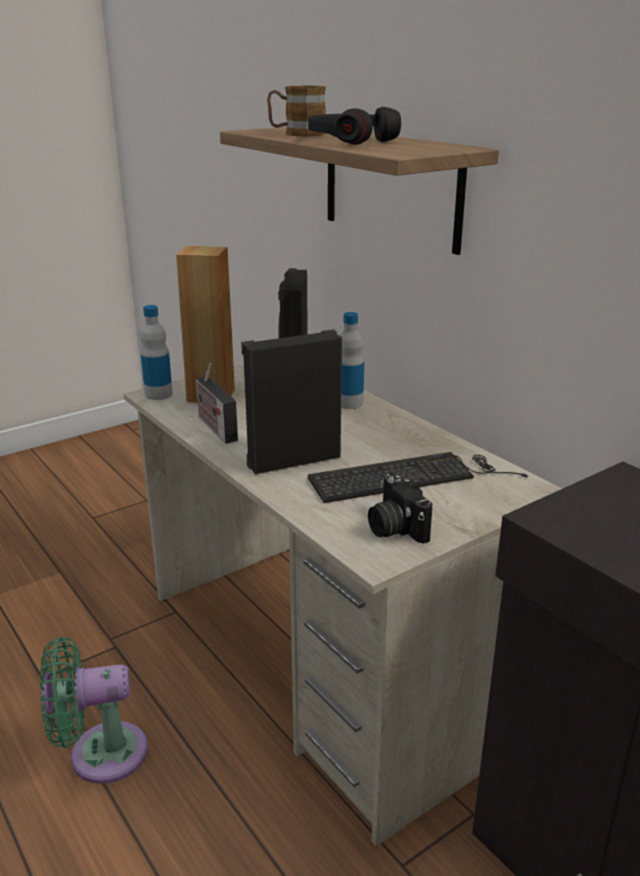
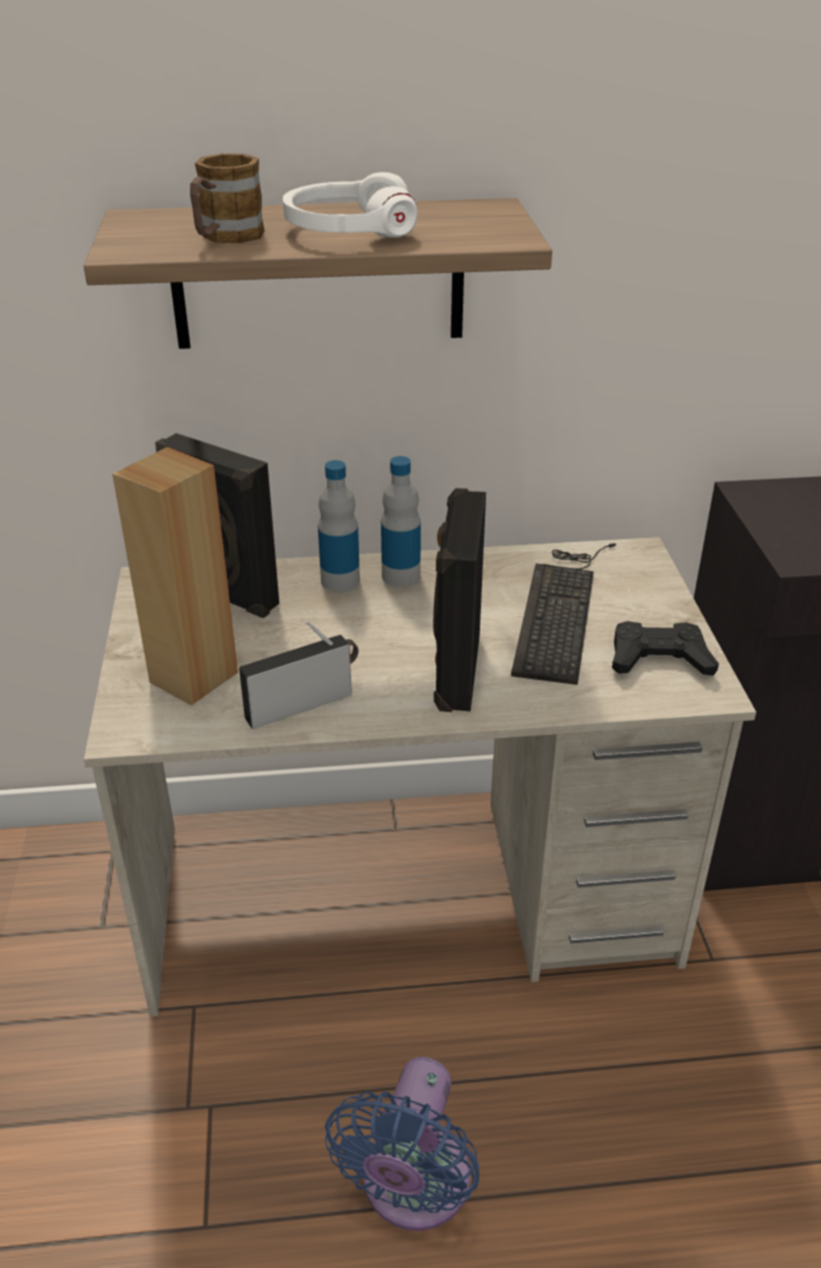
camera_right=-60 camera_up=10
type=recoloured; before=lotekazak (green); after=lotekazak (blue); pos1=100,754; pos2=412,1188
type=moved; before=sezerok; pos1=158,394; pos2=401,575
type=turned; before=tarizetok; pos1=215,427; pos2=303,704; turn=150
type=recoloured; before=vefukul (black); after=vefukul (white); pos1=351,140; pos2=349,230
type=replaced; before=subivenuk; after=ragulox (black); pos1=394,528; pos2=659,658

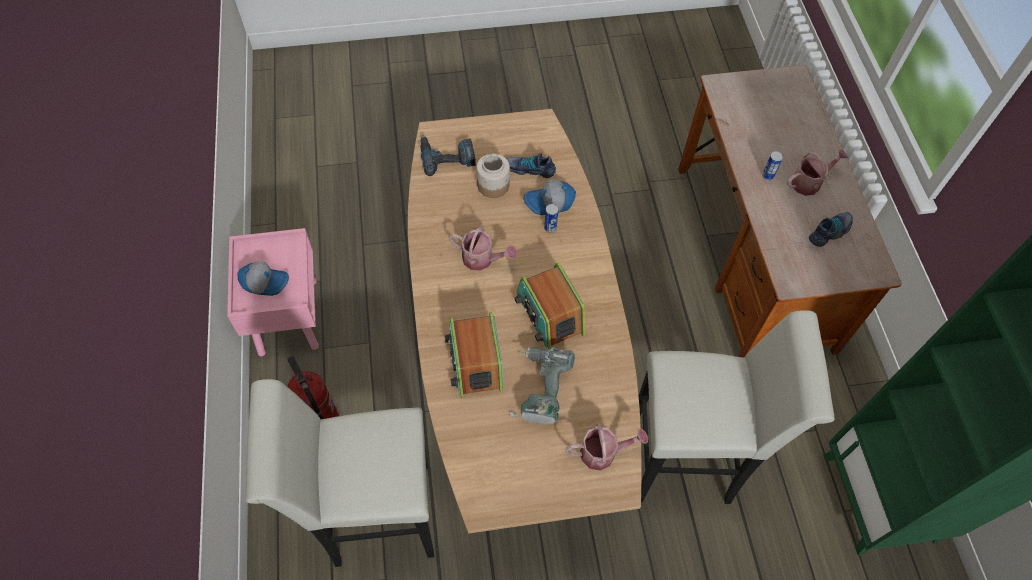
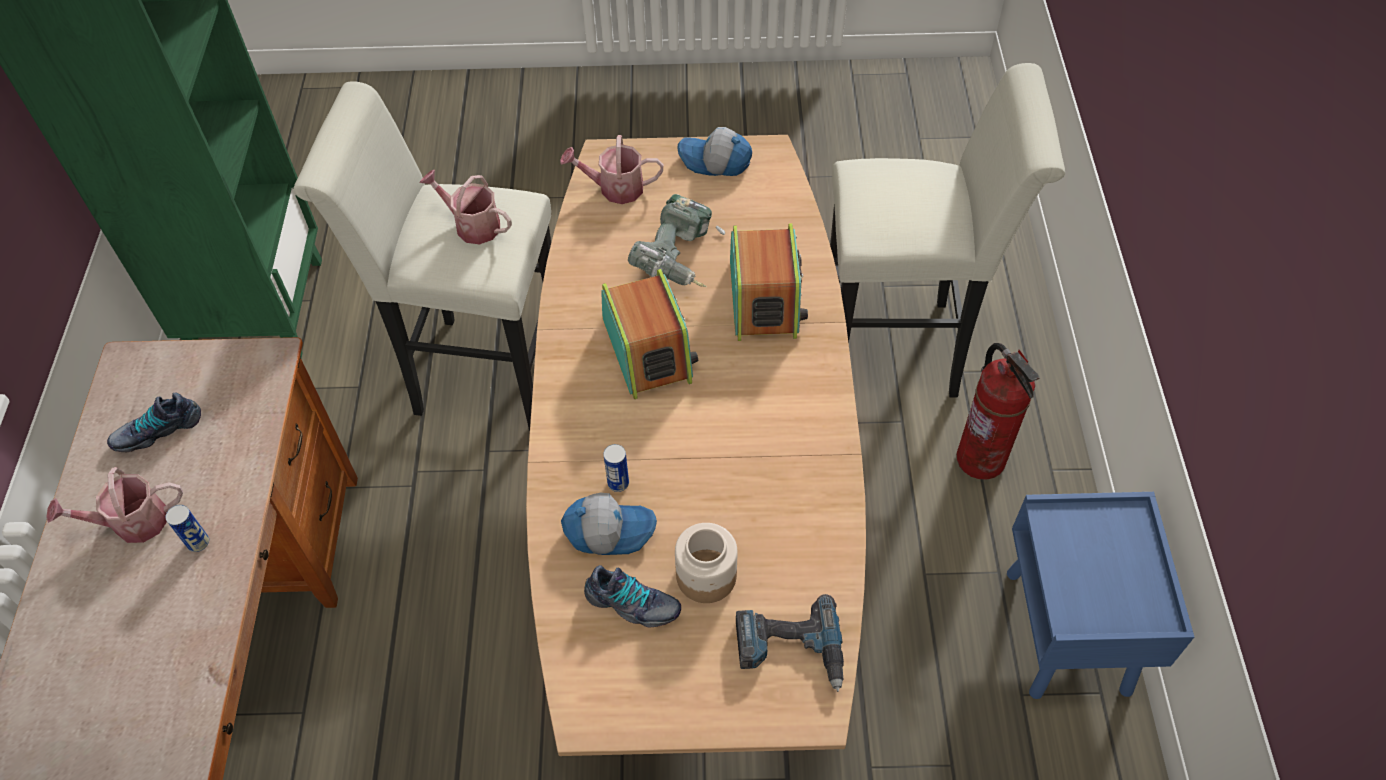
camera_right=-170 camera_up=-5
type=recoloured; before=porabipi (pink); after=porabipi (blue); pos1=287,316; pos2=1068,633
type=moved; before=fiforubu; pos1=265,282; pos2=715,162
type=moved; before=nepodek; pos1=482,259; pos2=472,225

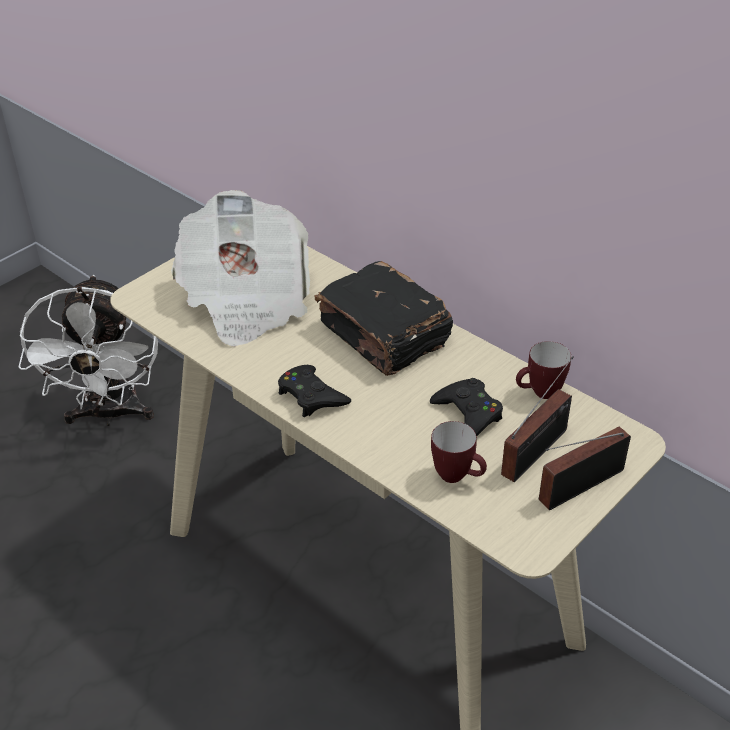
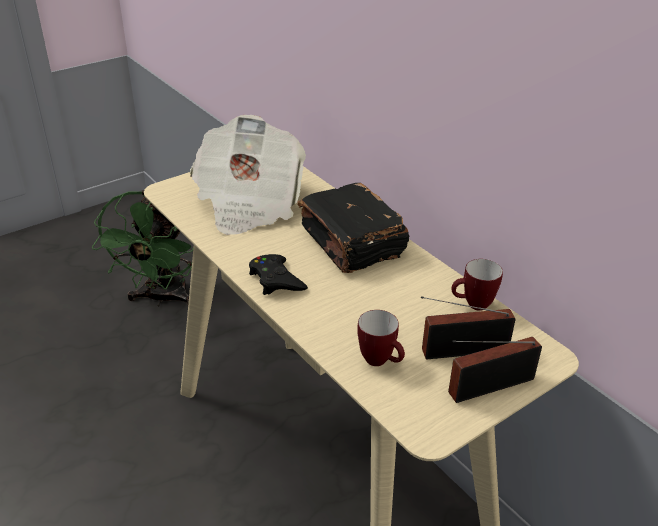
camera_right=10 camera_up=-5
type=recoloured; before=lotekazak (white); after=lotekazak (green); pos1=110,414; pos2=162,298
type=removed; before=ragulox (black); pos1=468,414
type=turned; before=tarizetok; pos1=538,449; pos2=459,350; turn=-150

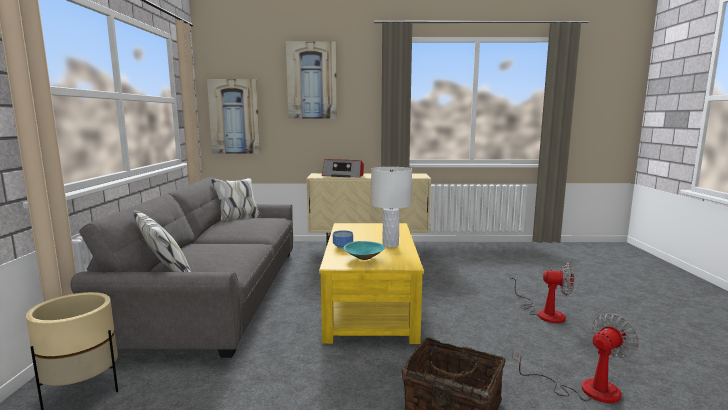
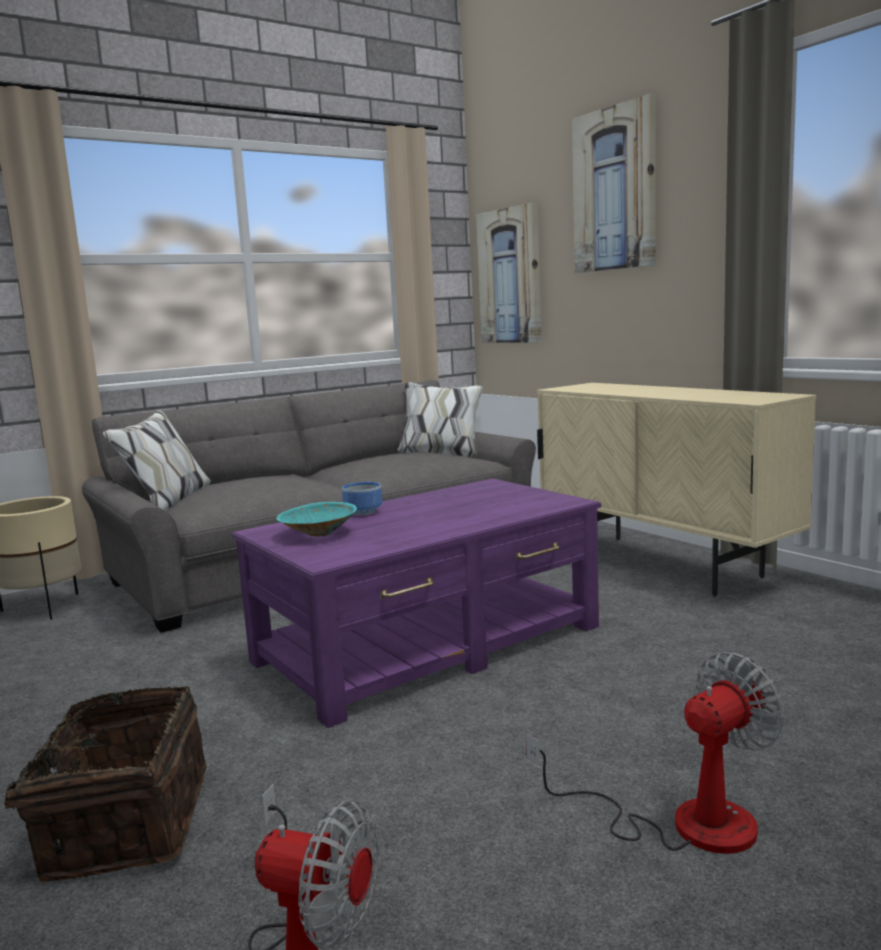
camera_right=55 camera_up=0
type=recoloured; before=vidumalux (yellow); after=vidumalux (purple); pos1=371,304; pos2=430,644
type=removed; before=tarizetok; pos1=343,175
type=removed; before=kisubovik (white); pos1=391,245
type=turned; before=lotekazak; pos1=544,313; pos2=683,822; turn=-105

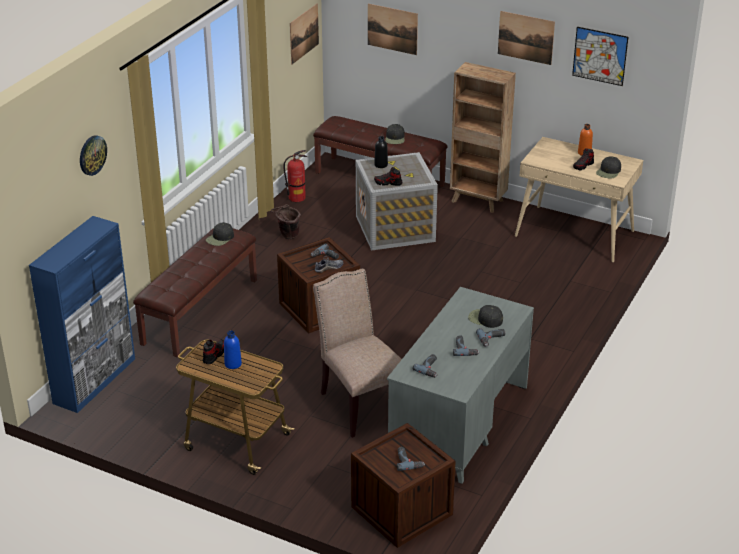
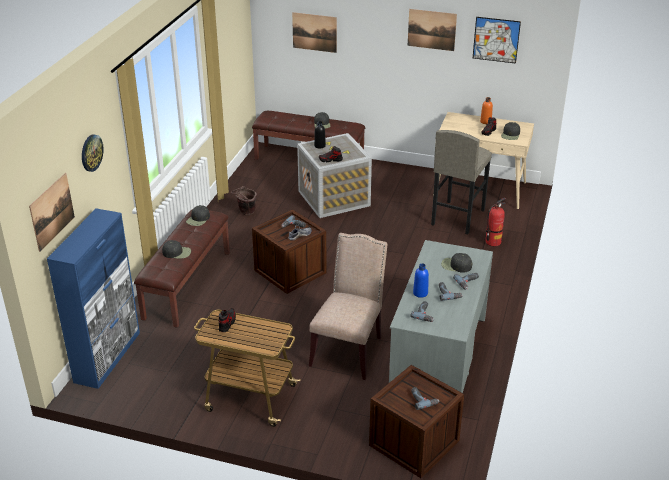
camera_right=-10 camera_up=0
type=moved; before=sezerok (blue); pos1=233,364; pos2=420,293
type=moved; before=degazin; pos1=297,198; pos2=493,242
type=moved; before=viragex; pos1=304,33; pos2=52,211
type=turned; before=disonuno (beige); pos1=360,402; pos2=349,349; turn=60
type=removed; before=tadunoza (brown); pos1=478,201
type=added; after=fiforubu (black); pos2=177,252
type=added; after=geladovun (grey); pos2=457,217

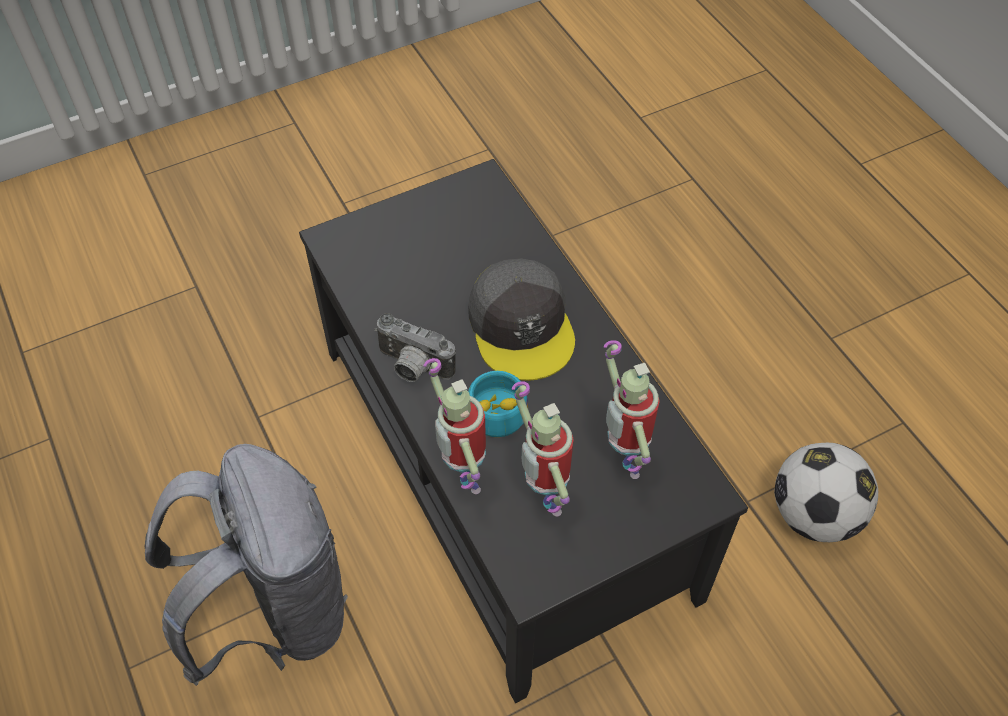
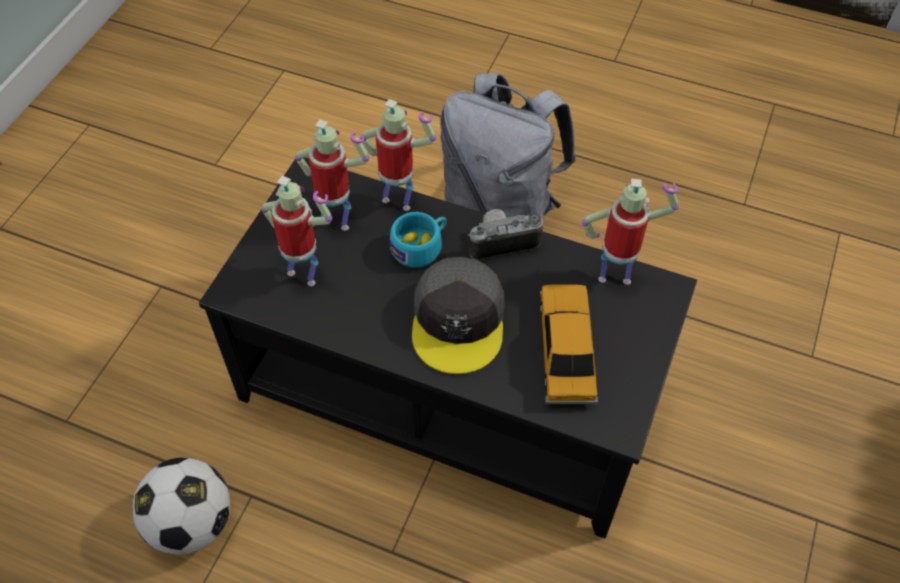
camera_right=140 camera_up=0
type=turned; before=fiforubu (grey); pos1=522,326; pos2=459,321; turn=-120
type=added; after=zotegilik; pos2=566,351
type=added; after=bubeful; pos2=615,276

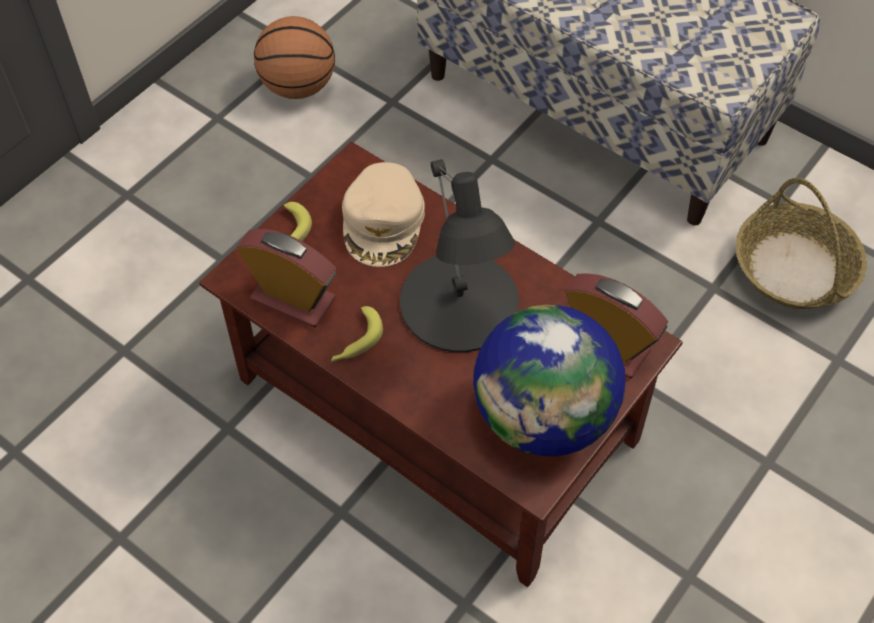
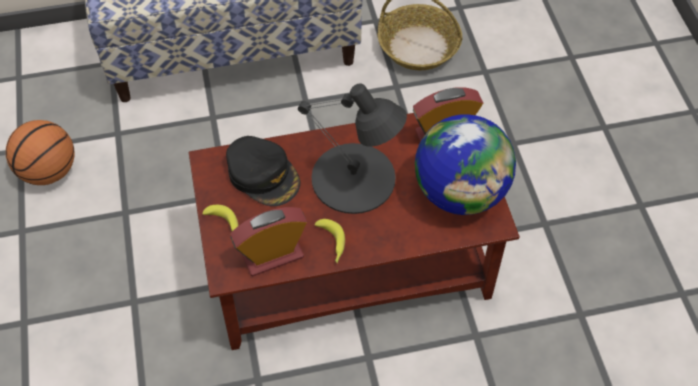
camera_right=-50 camera_up=0
type=recoloured; before=fiforubu (beige); after=fiforubu (black); pos1=383,221; pos2=263,175

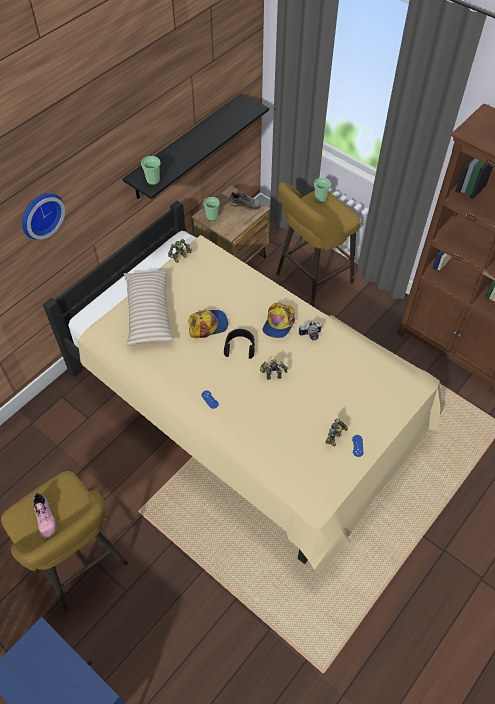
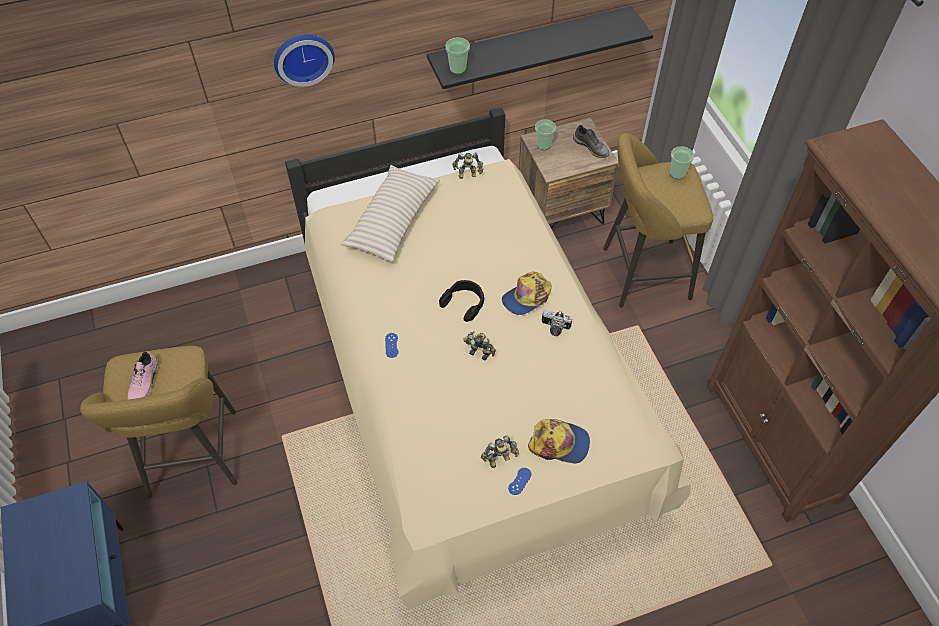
camera_right=30 camera_up=0
type=moved; before=fiforubu; pos1=208,325; pos2=559,443

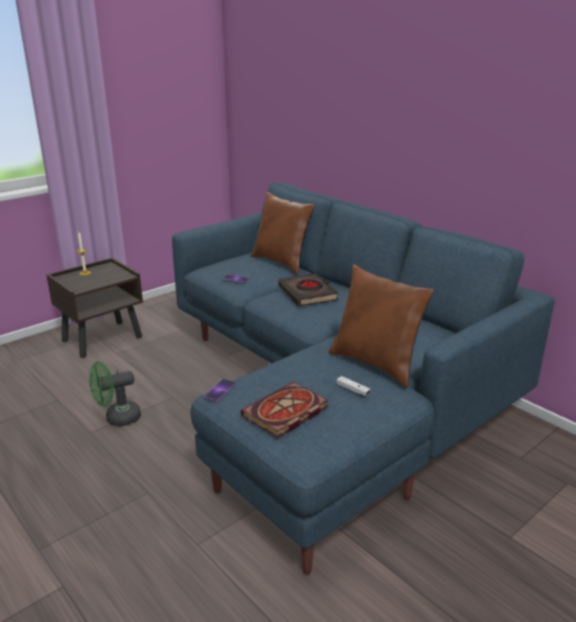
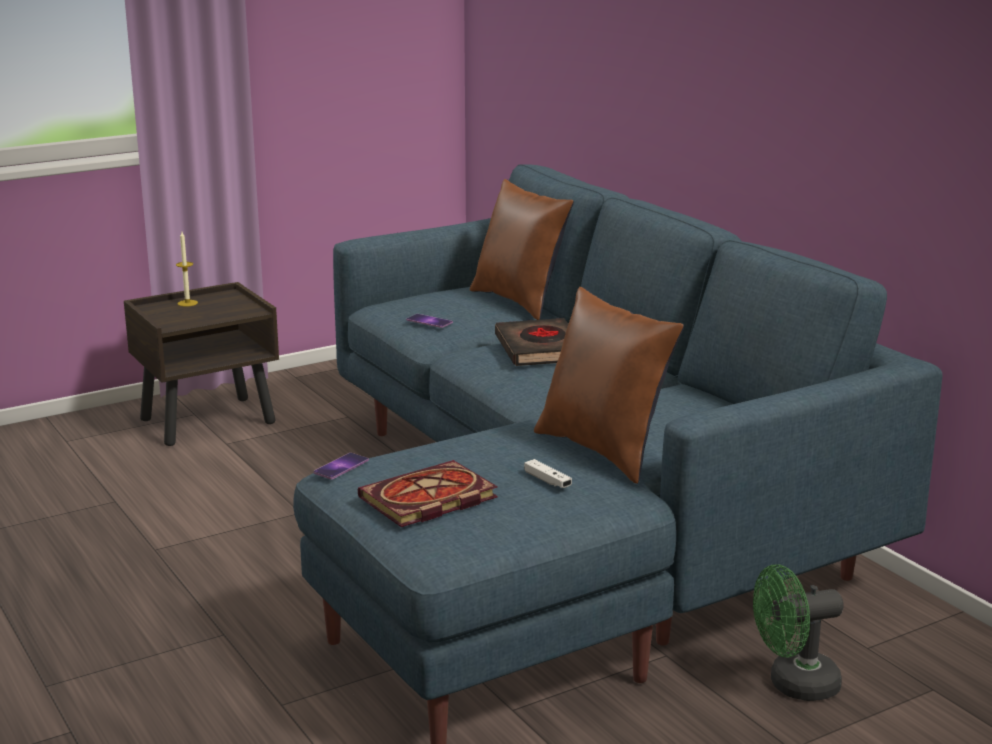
camera_right=10 camera_up=-5
type=moved; before=lotekazak (green); pos1=117,418; pos2=793,685

